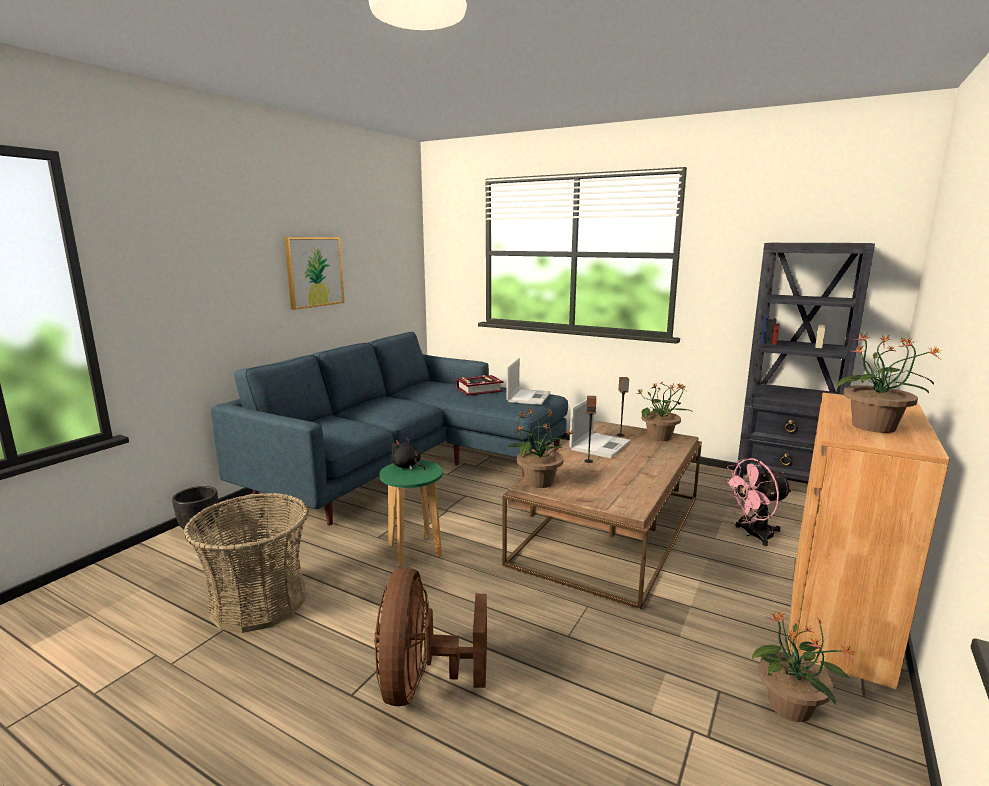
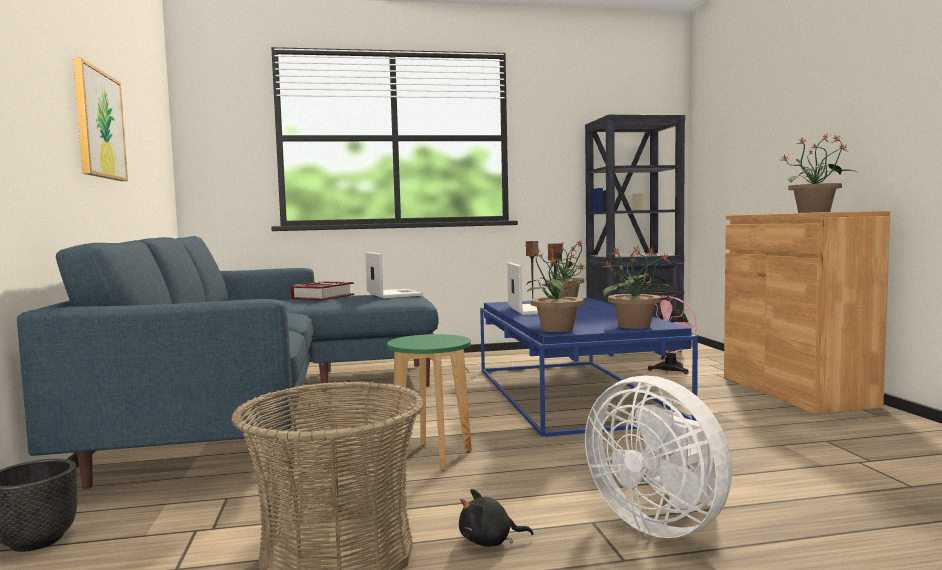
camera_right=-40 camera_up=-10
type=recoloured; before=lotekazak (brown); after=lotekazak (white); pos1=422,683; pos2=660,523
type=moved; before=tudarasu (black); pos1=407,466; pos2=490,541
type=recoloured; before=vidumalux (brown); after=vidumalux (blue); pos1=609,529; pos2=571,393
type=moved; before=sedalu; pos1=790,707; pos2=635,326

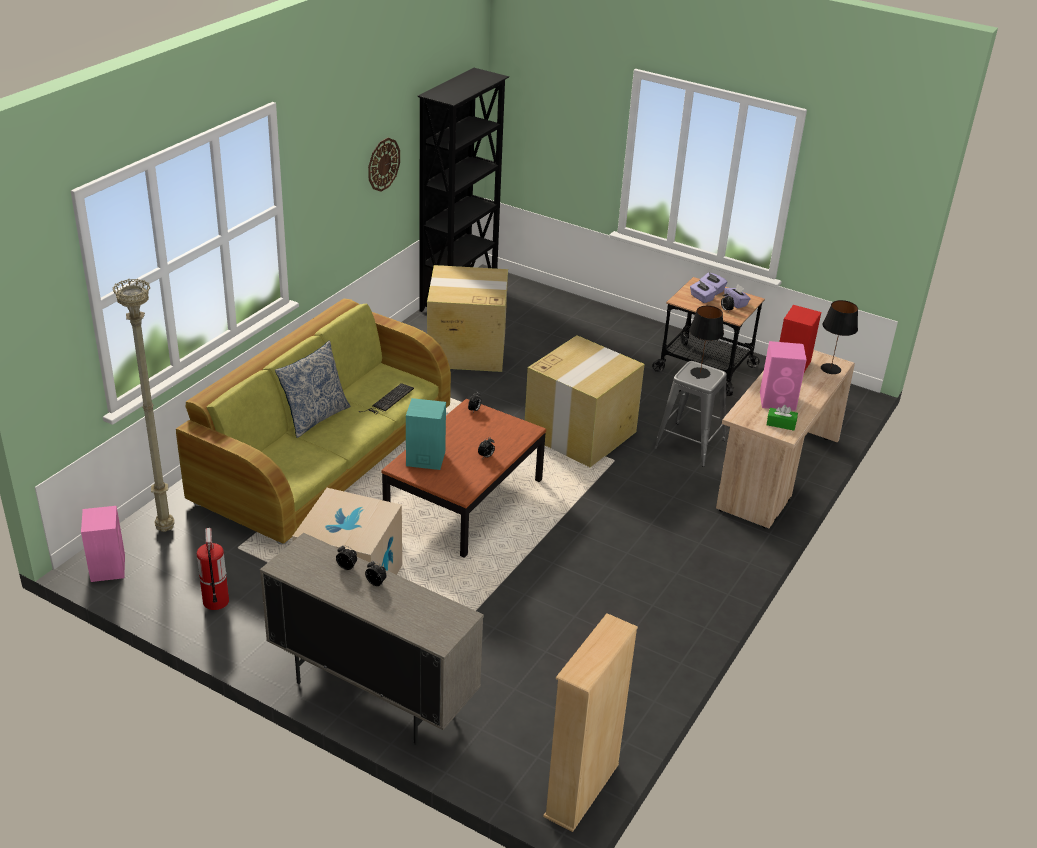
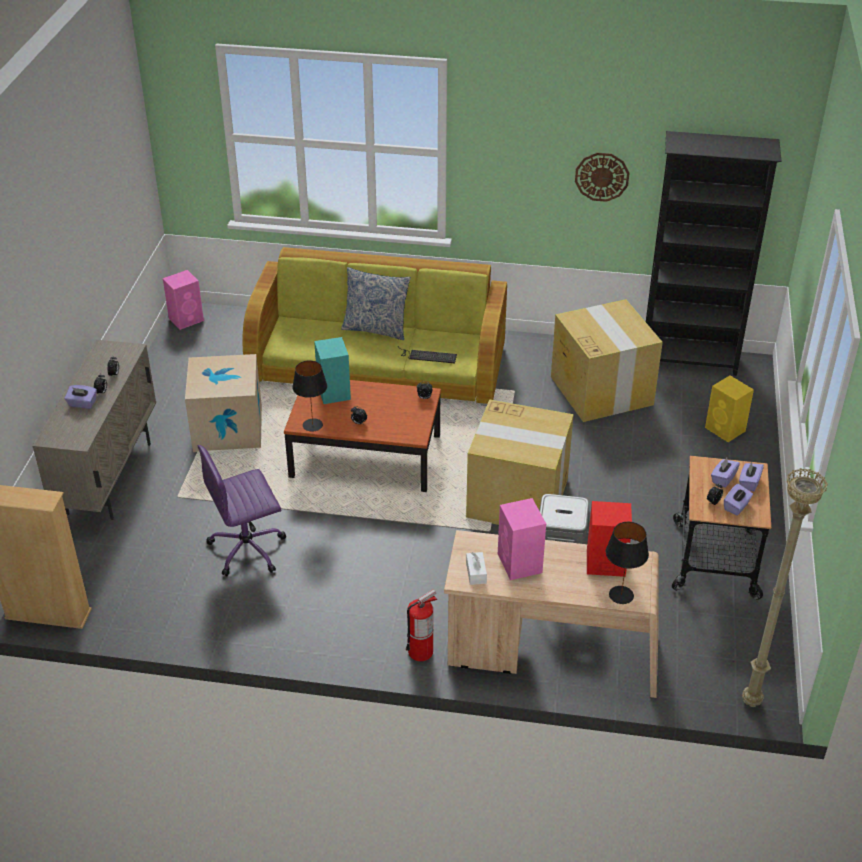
camera_right=70 camera_up=5
type=moved; before=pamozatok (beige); pos1=166,528; pos2=752,703
type=moved; before=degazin; pos1=216,601; pos2=421,651
type=moved; before=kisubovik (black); pos1=700,373; pos2=313,425
type=recoloured; before=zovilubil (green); after=zovilubil (white); pos1=781,424; pos2=476,573
type=added; after=zovilubil (purple); pos2=82,404
type=added; after=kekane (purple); pos2=248,549
type=added; after=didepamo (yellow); pos2=726,430

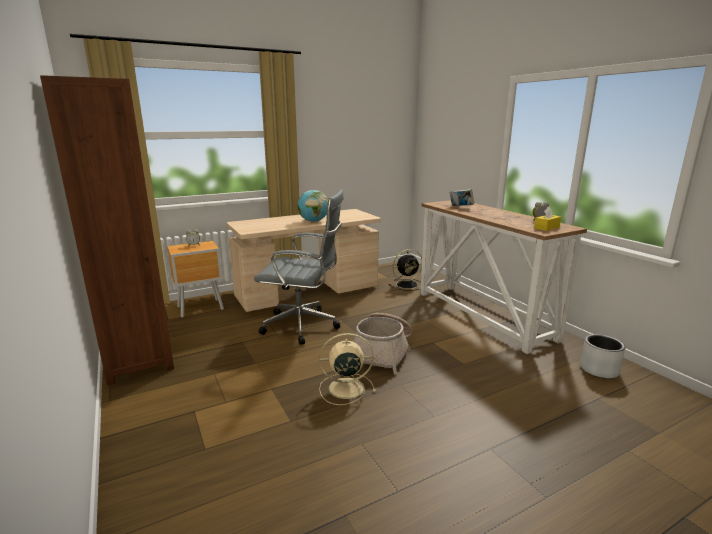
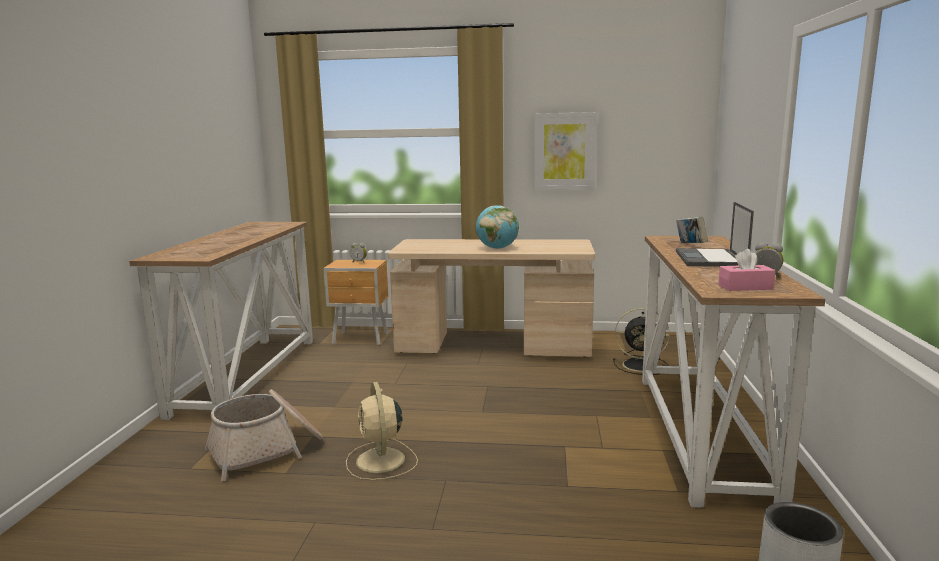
camera_right=35 camera_up=-5
type=replaced; before=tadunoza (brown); after=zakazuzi; pos1=139,360; pos2=247,374
type=removed; before=kekane (grey); pos1=304,326
type=turned; before=lotekazak (beige); pos1=344,388; pos2=381,461; turn=-135
type=moved; before=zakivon; pos1=382,352; pos2=266,450
type=recoloured; before=zovilubil (yellow); after=zovilubil (pink); pos1=546,227; pos2=745,287
type=added; after=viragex; pos2=564,151
type=added; after=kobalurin; pos2=710,259

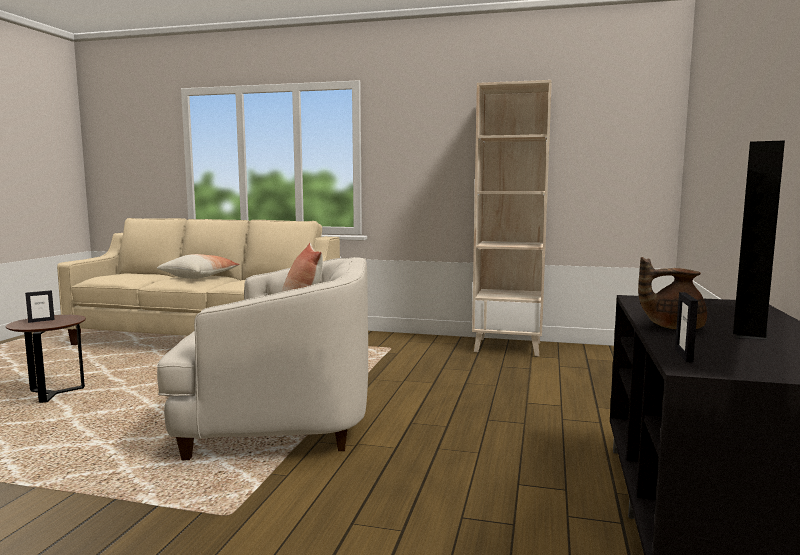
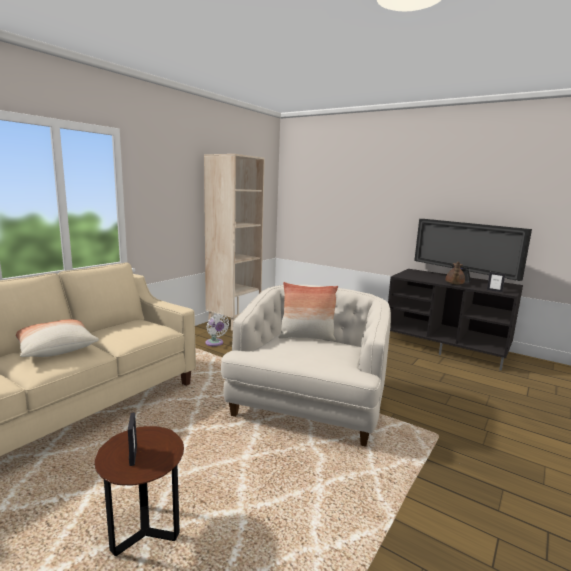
camera_right=-70 camera_up=5
type=added; after=lotekazak (white); pos2=215,343

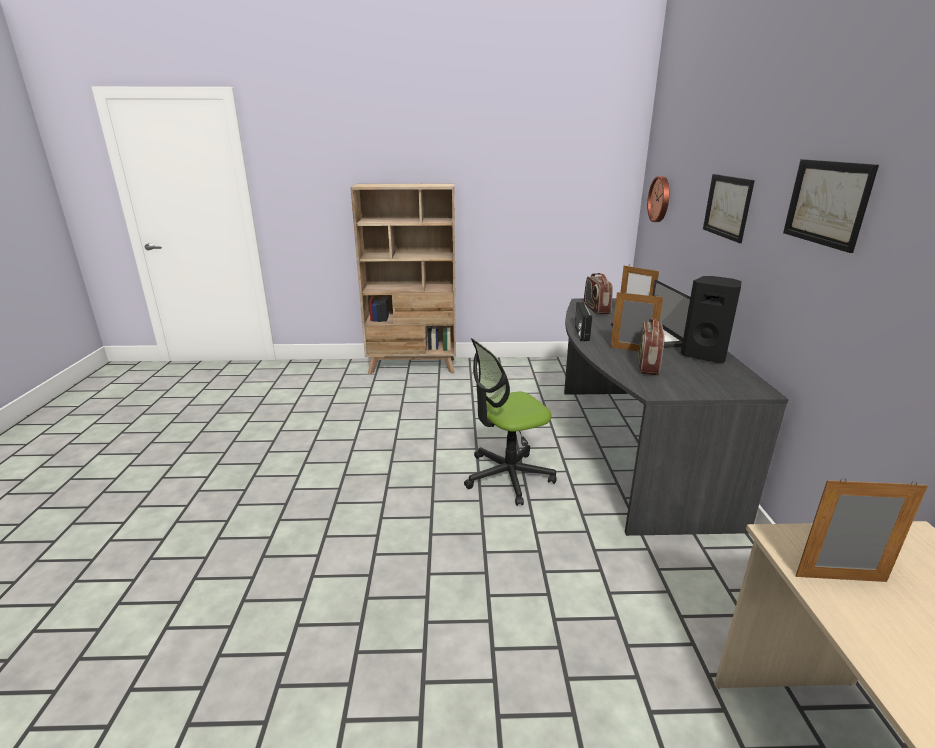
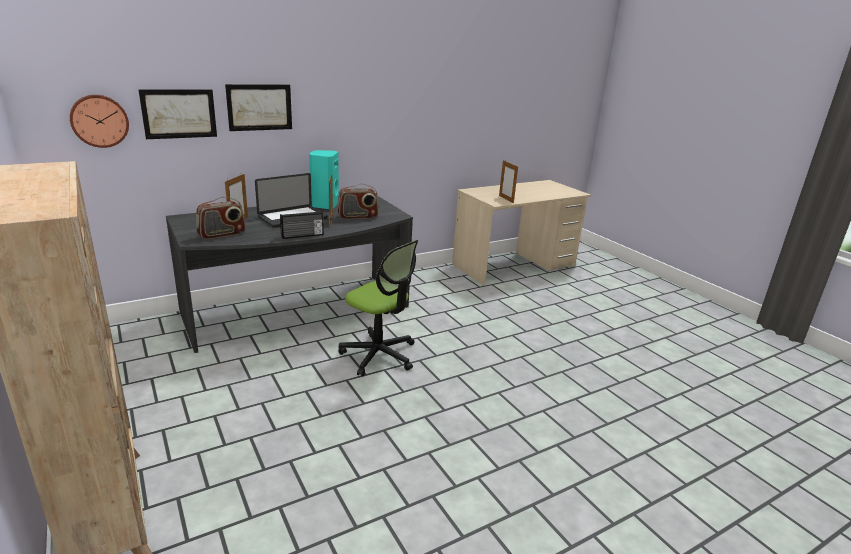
camera_right=-120 camera_up=0
type=recoloured; before=didepamo (black); after=didepamo (turquoise); pos1=704,355; pos2=324,205
type=moved; before=viragex; pos1=826,203; pos2=179,113

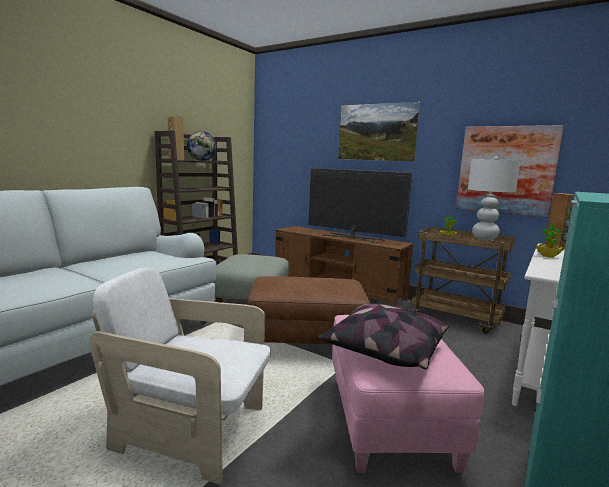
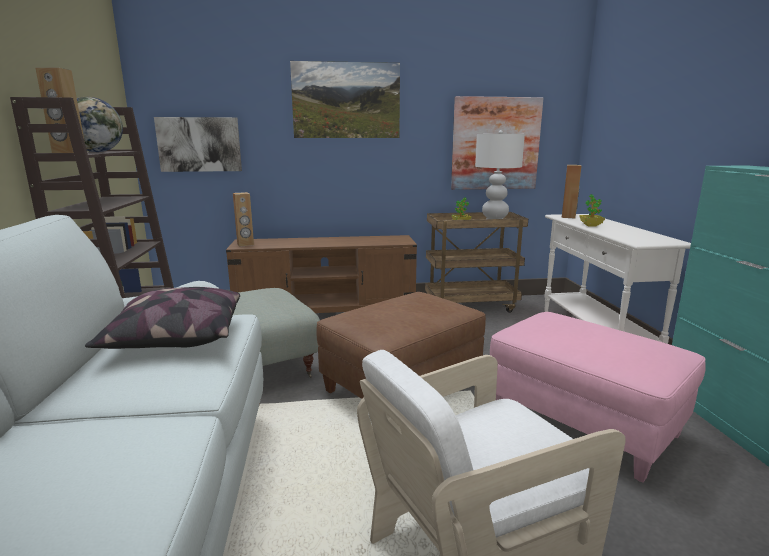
camera_right=-40 camera_up=5
type=removed; before=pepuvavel; pos1=353,237
type=moved; before=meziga; pos1=384,350; pos2=176,339
type=added; after=viragex; pos2=199,144
type=added; after=didepamo (brown); pos2=245,244

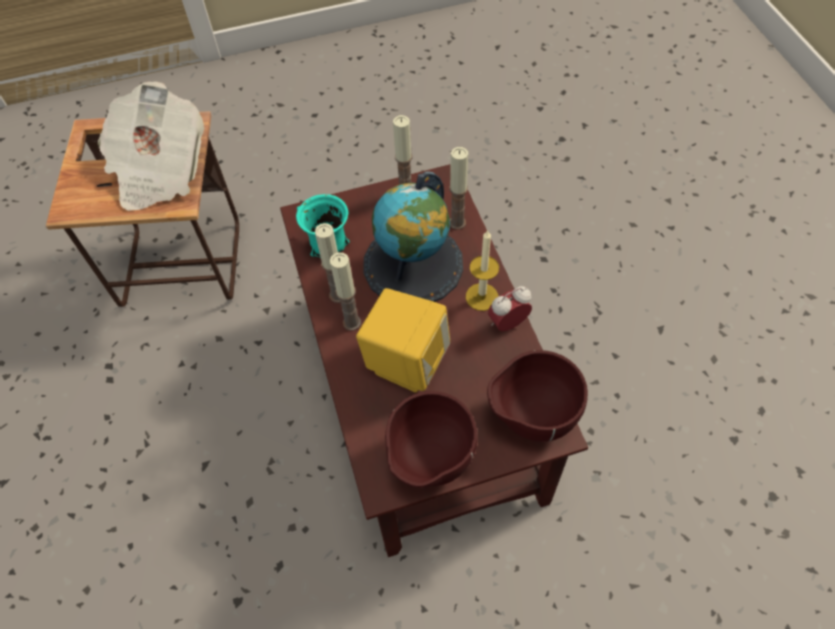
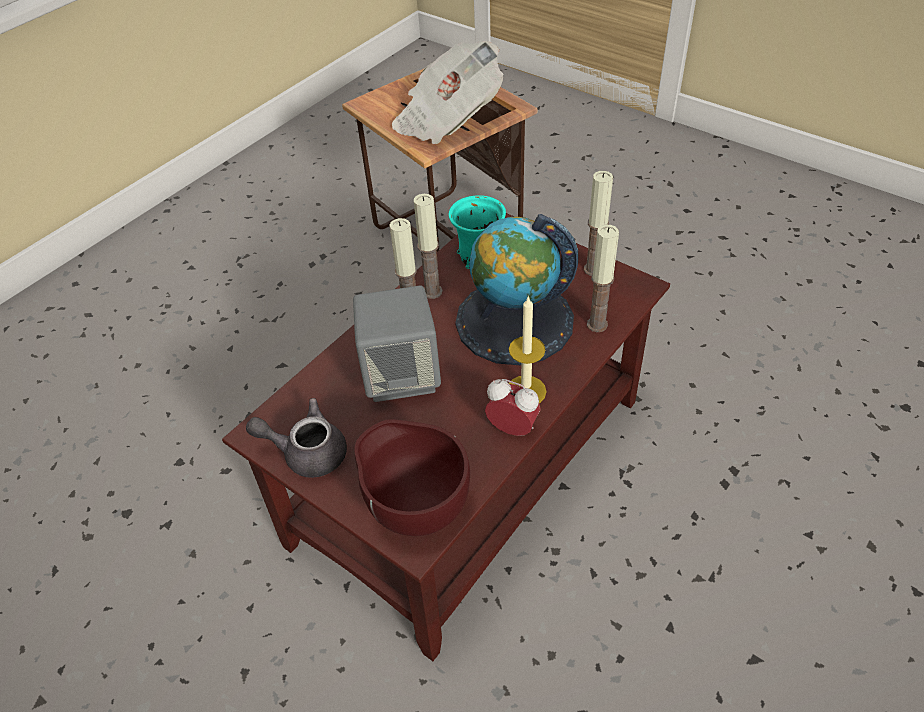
camera_right=55 camera_up=-10
type=recoloured; before=didepamo (yellow); after=didepamo (grey); pos1=406,361; pos2=402,376
type=replaced; before=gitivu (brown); after=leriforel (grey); pos1=429,462; pos2=307,452

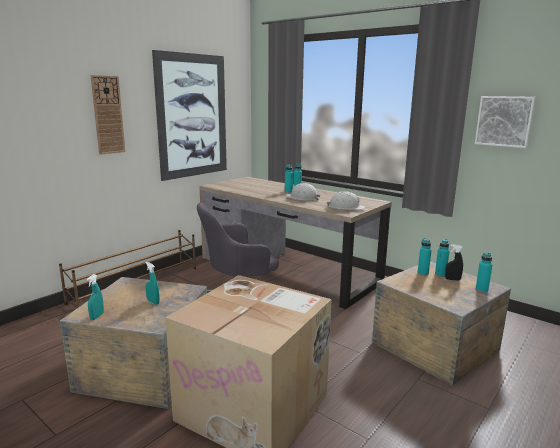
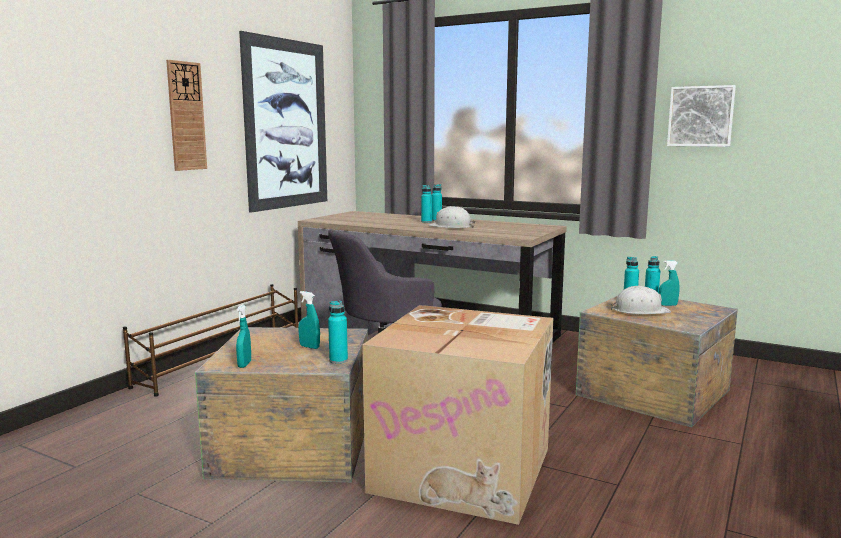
camera_right=-10 camera_up=-5
type=moved; before=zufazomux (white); pos1=346,207; pos2=640,311
type=recoloured; before=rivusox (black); after=rivusox (turquoise); pos1=452,279; pos2=667,305
type=moved; before=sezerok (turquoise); pos1=481,290; pos2=338,360

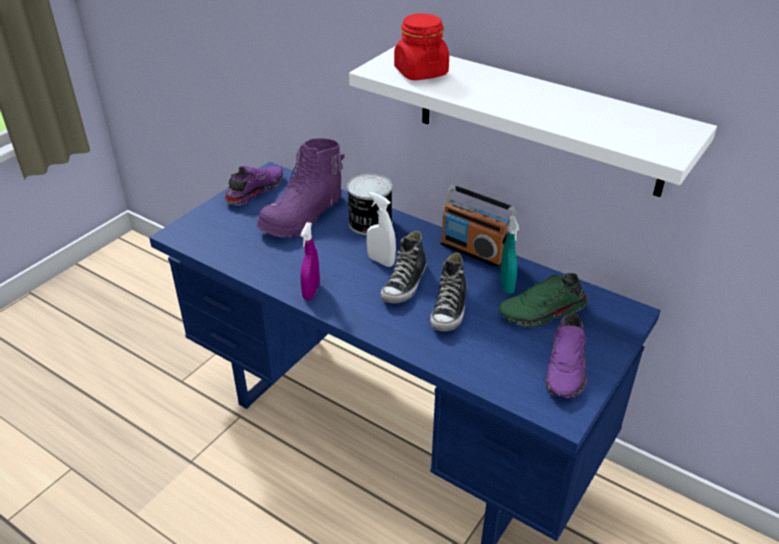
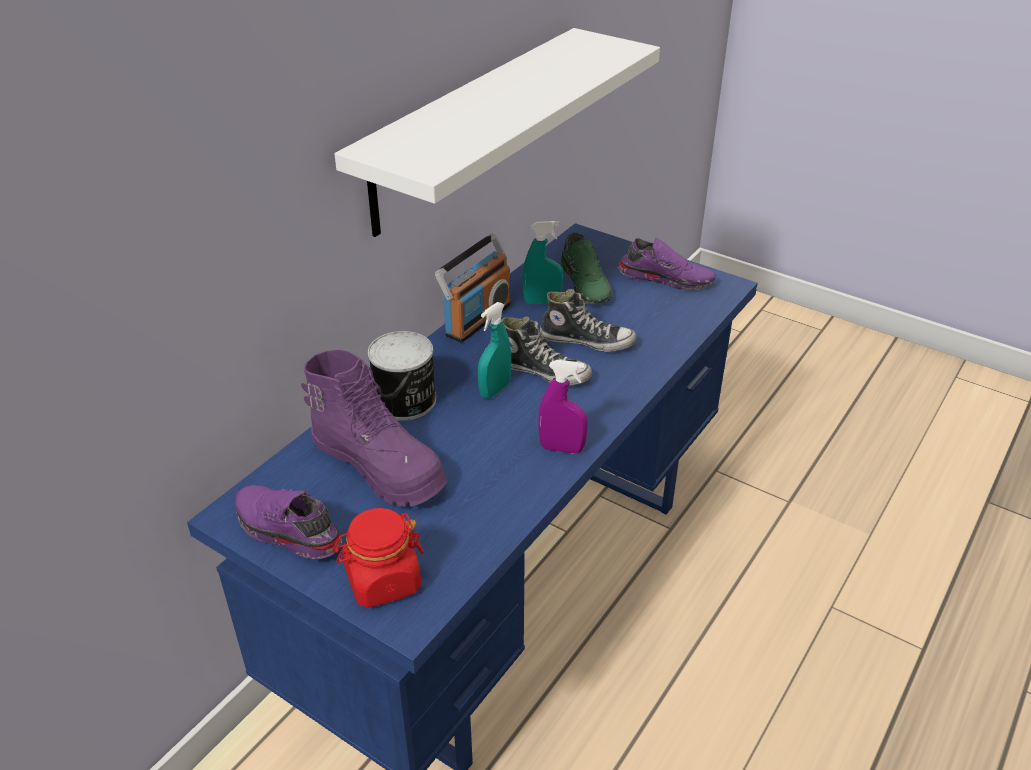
camera_right=-90 camera_up=0
type=recoloured; before=rivusox (white); after=rivusox (turquoise); pos1=381,261; pos2=495,390
type=moved; before=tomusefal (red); pos1=420,72; pos2=382,581

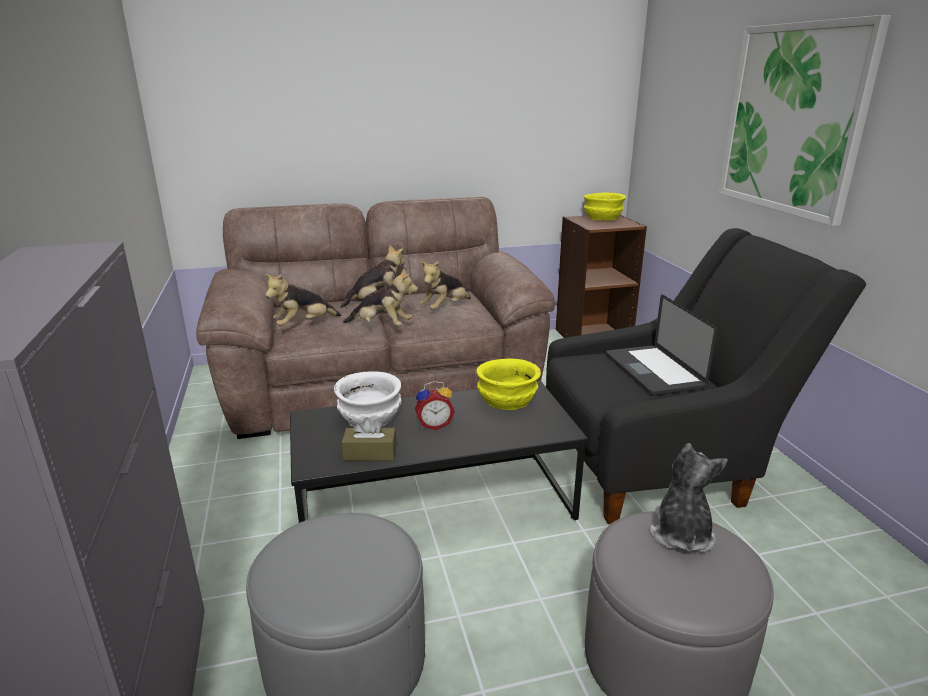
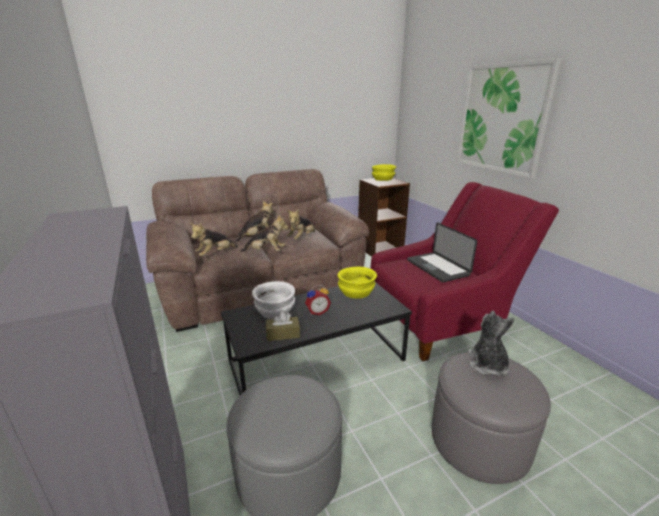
camera_right=-10 camera_up=0
type=recoloured; before=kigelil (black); after=kigelil (red); pos1=659,465; pos2=440,322

